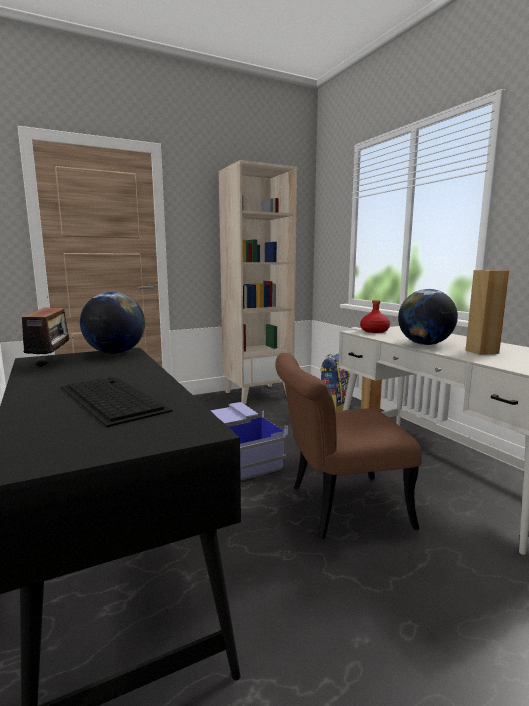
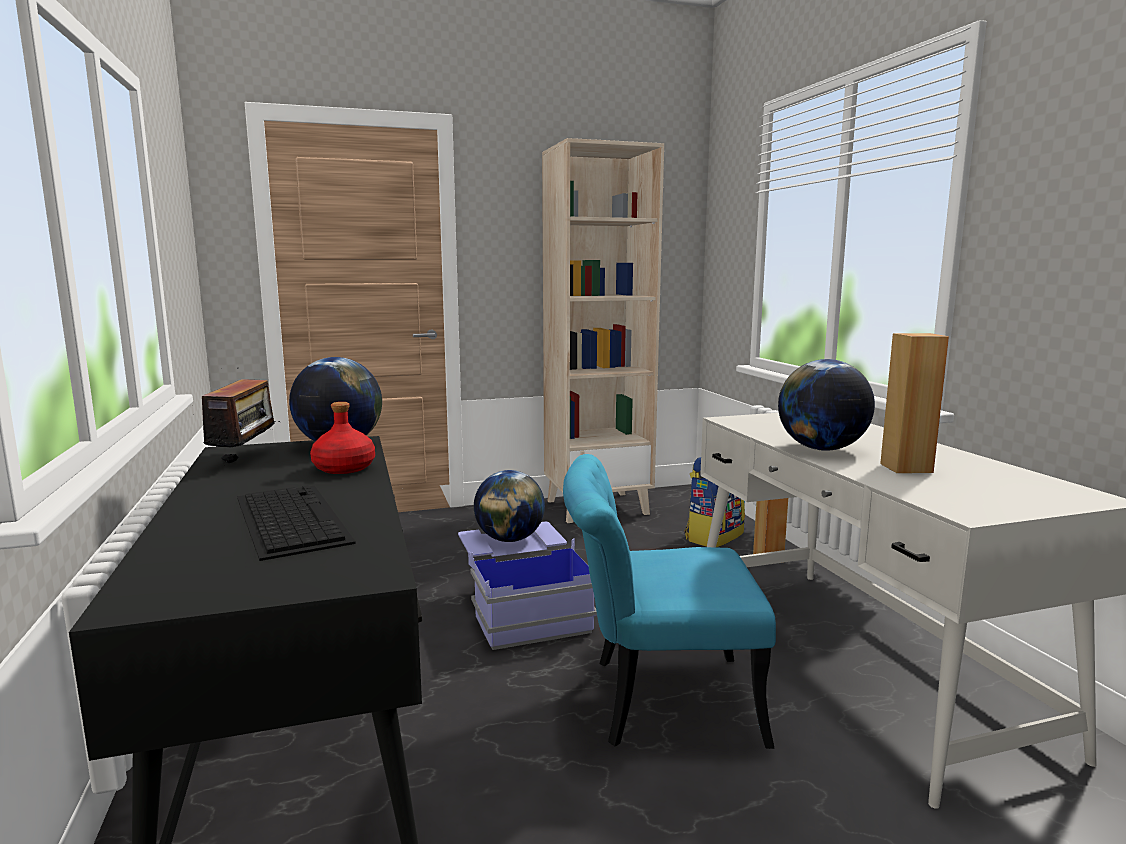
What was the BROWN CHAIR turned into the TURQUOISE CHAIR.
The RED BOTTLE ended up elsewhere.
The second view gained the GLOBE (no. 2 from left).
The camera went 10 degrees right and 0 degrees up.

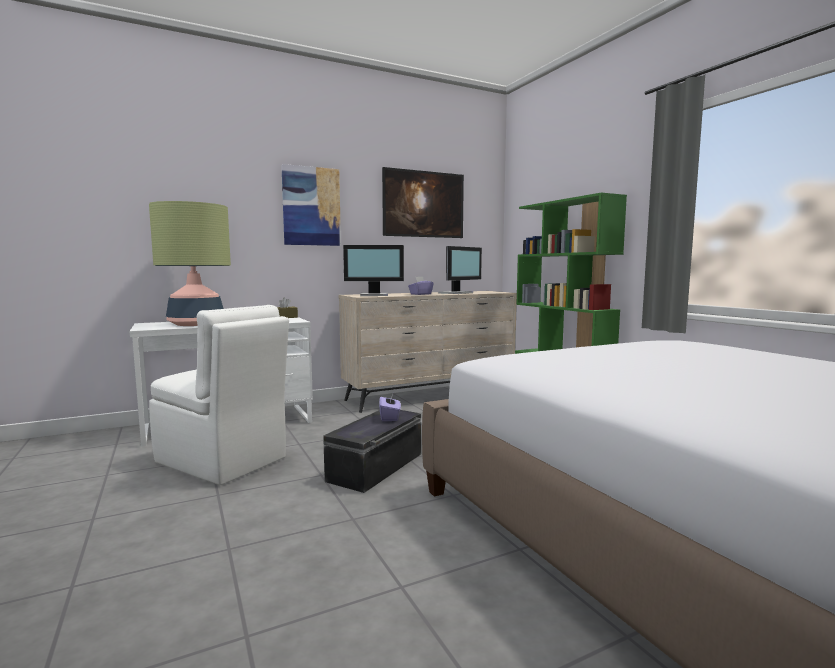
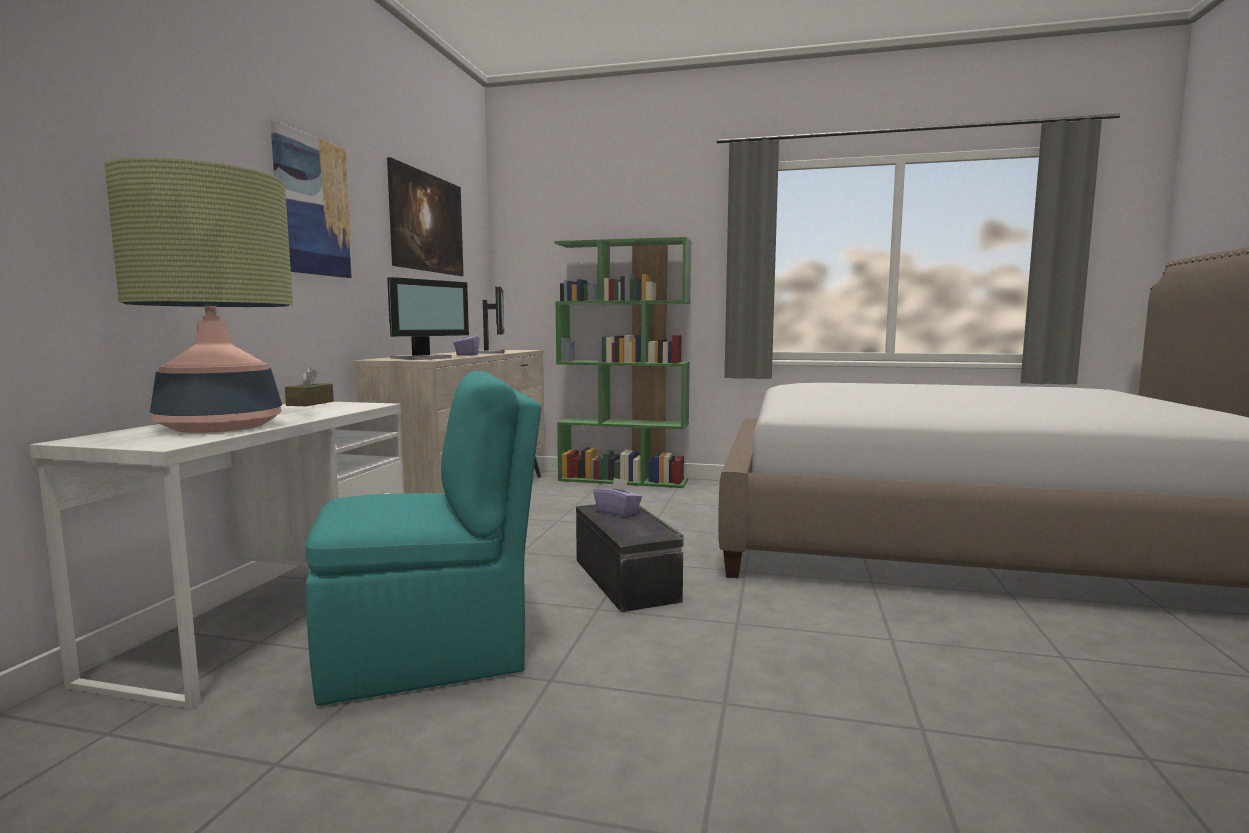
What was the WHITE CHAIR turned into the TURQUOISE CHAIR.
The camera went 50 degrees left and 0 degrees up.

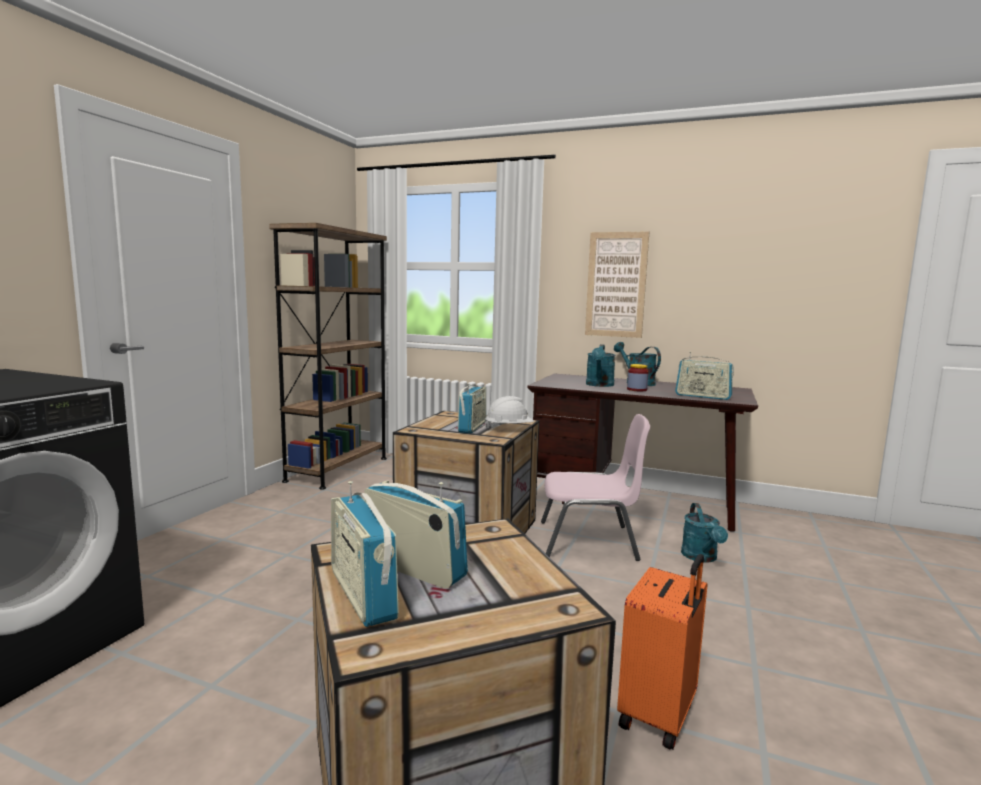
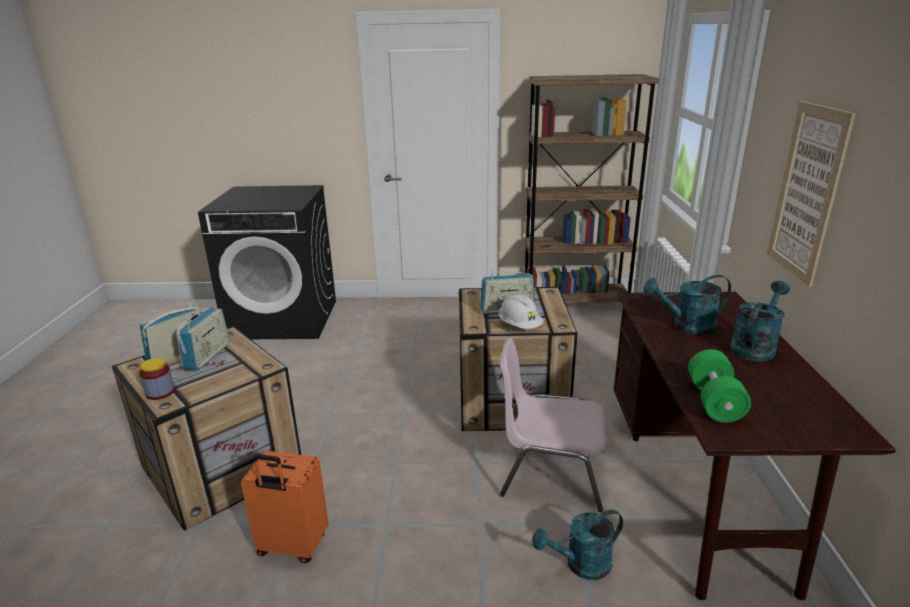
The PINK CHAIR ended up facing another way, 120 degrees clockwise from before.
The JAR ended up elsewhere.
Where the RADIO (no. 4 from left) stood, the GREEN DUMBBELL came to stand.
The camera went 70 degrees right and 15 degrees up.

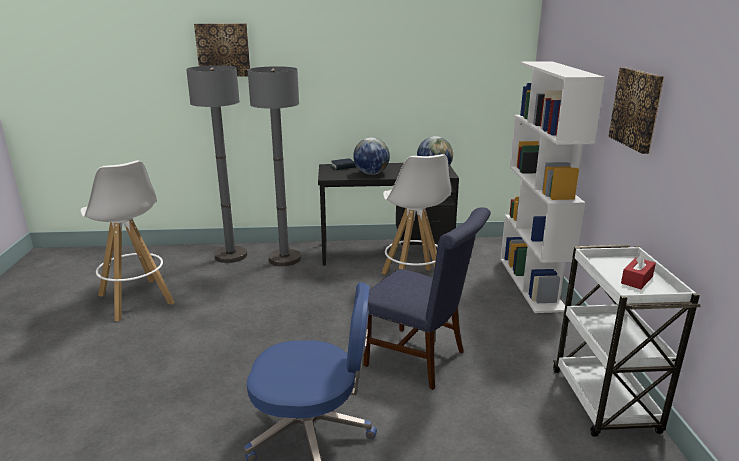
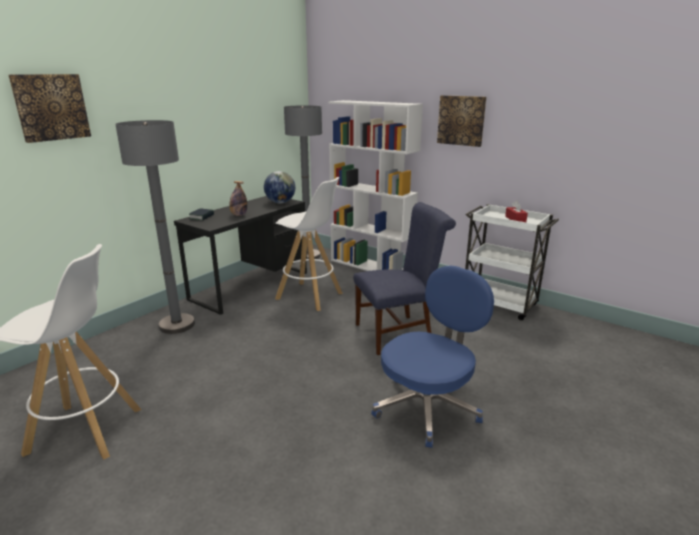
The GREY FLOOR LAMP (no. 1 from left in the first image) ended up elsewhere.
Where the GLOBE (no. 1 from left) stood, the BOTTLE came to stand.
The camera went 50 degrees left and 0 degrees up.

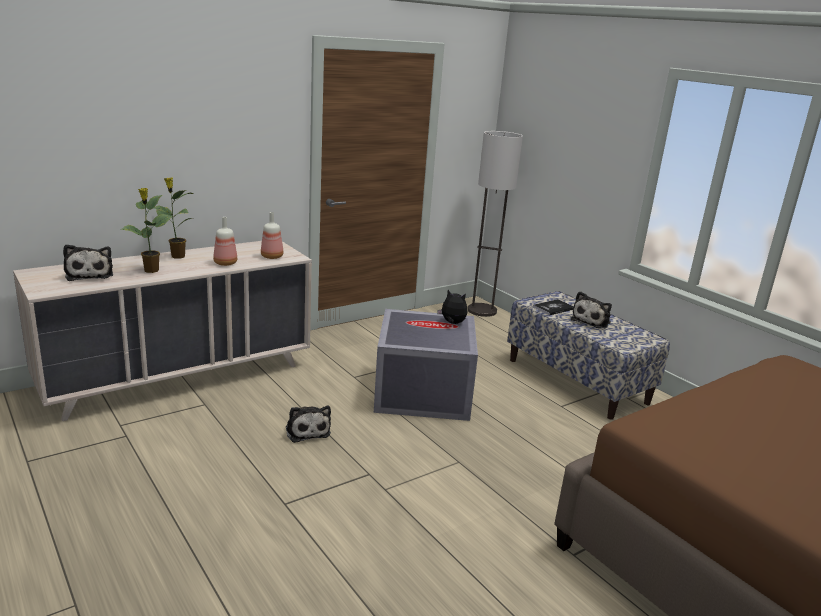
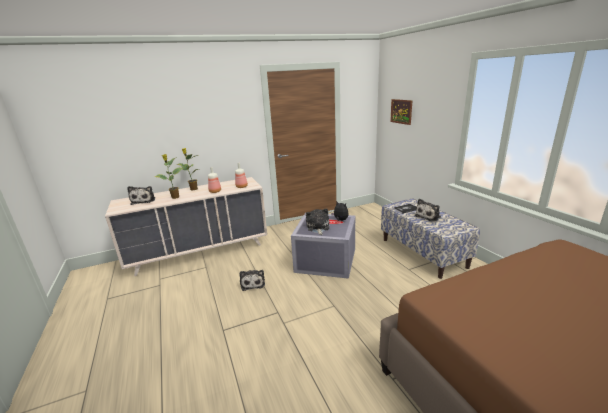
The second view lost the FLOOR LAMP.
The second view gained the PLUSH TOY (no. 3 from left).
The second view gained the PICTURE.
The camera went 15 degrees right and 0 degrees up.

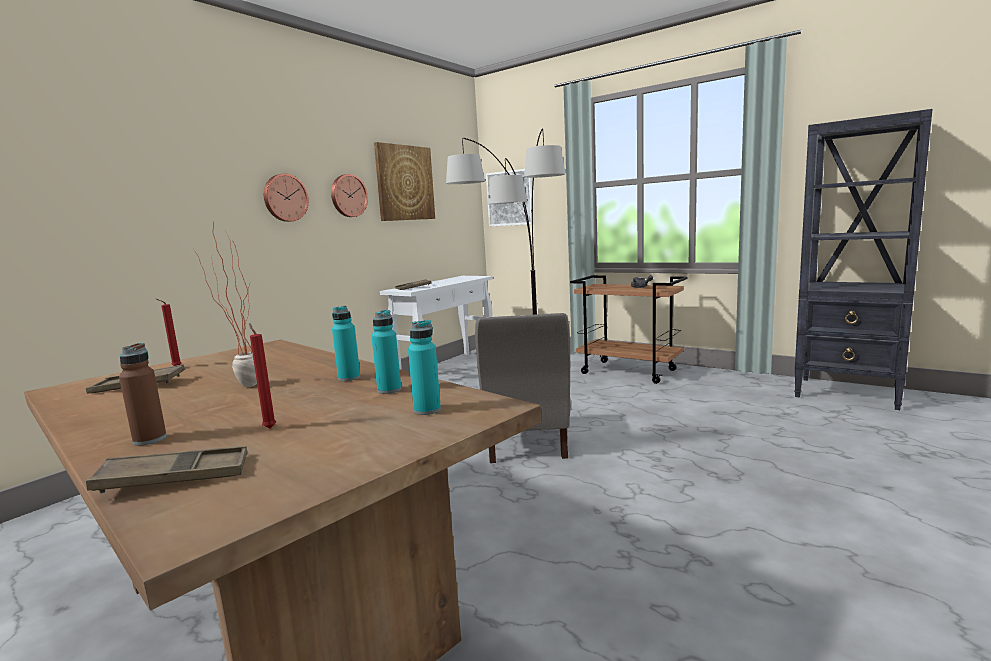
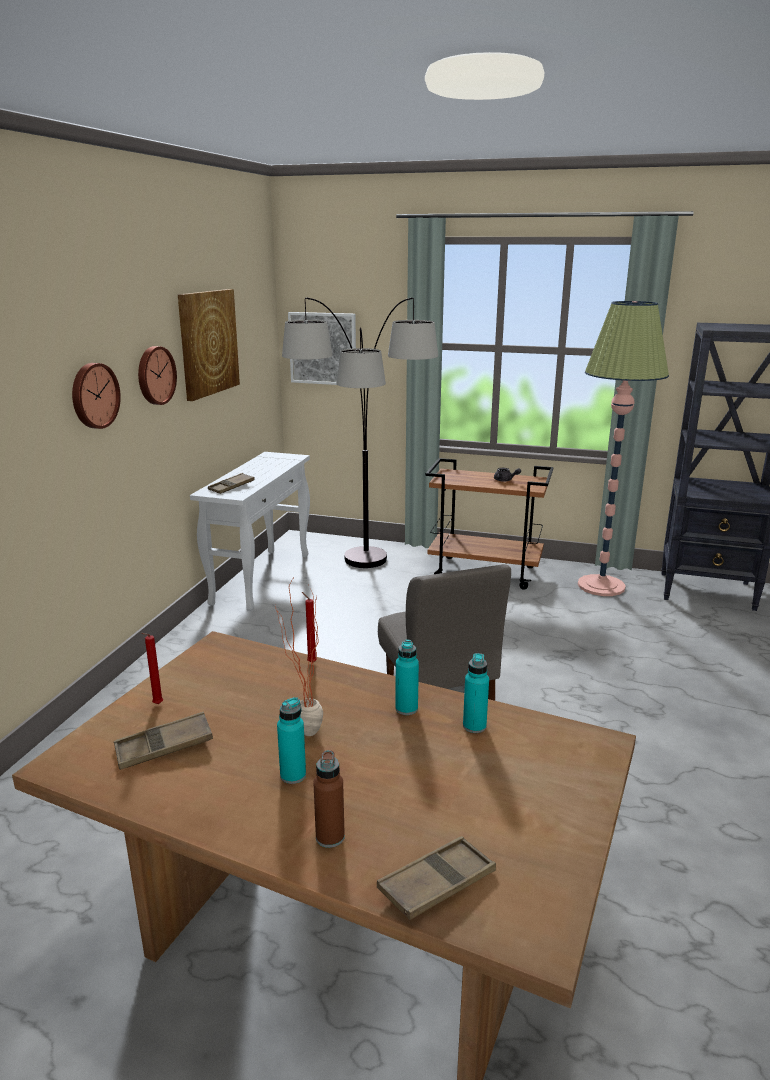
The RED CANDLE (no. 2 from left) ended up elsewhere.
The TURQUOISE BOTTLE (no. 3 from left in the first image) ended up elsewhere.
The second view gained the FLOOR LAMP (no. 2 from left).
The camera went 20 degrees left and 10 degrees up.

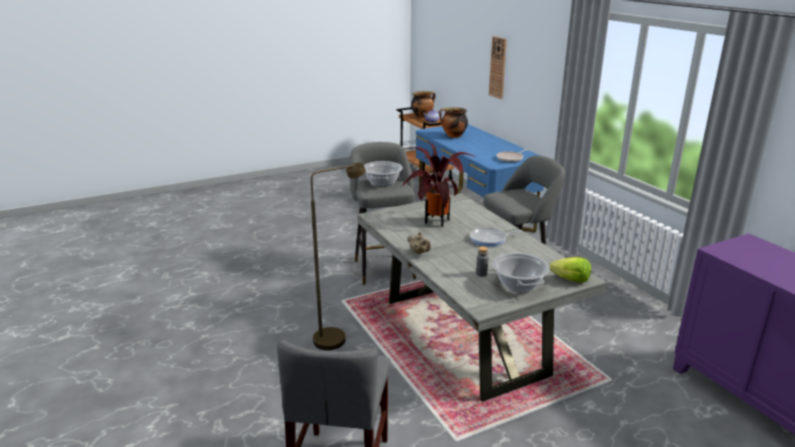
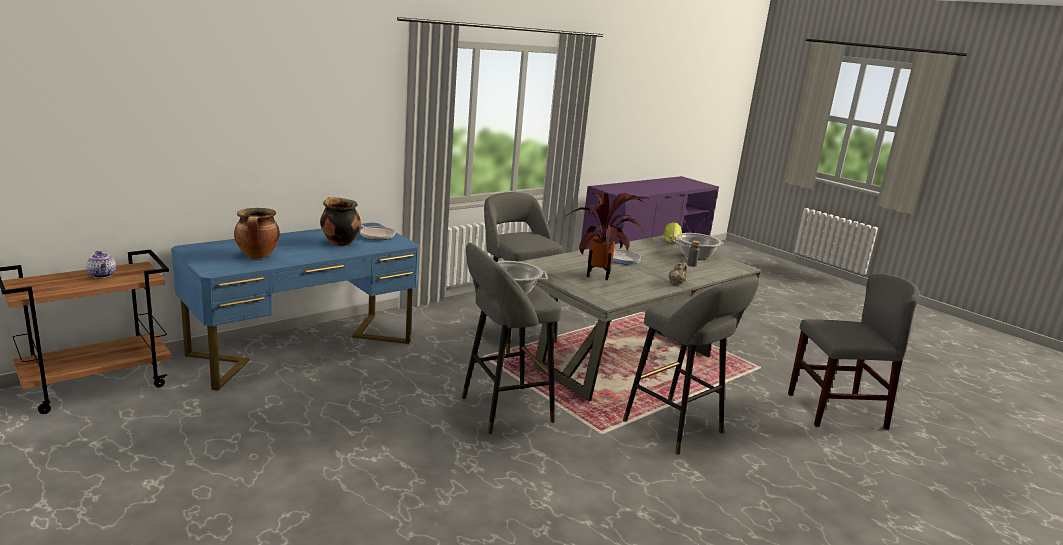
Where the BROWN FLOOR LAMP stood, the GREY STOOL (no. 3 from left) came to stand.
The COOKING POT (no. 2 from left) ended up elsewhere.
The second view lost the WALL CLOCK.
The camera went 105 degrees left and 5 degrees down.

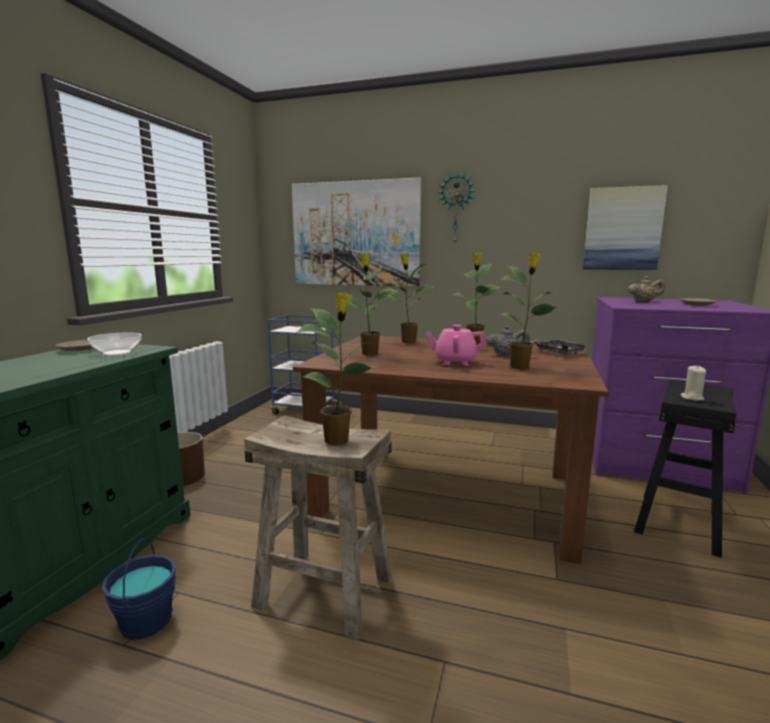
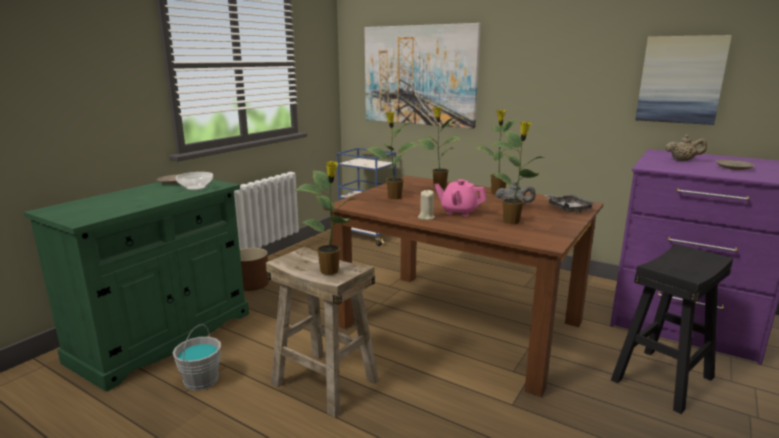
What was the BLUE BUCKET turned into the GREY BUCKET.
The second view lost the WALL CLOCK.
The BEIGE CANDLE ended up elsewhere.
The camera went 15 degrees right and 5 degrees up.

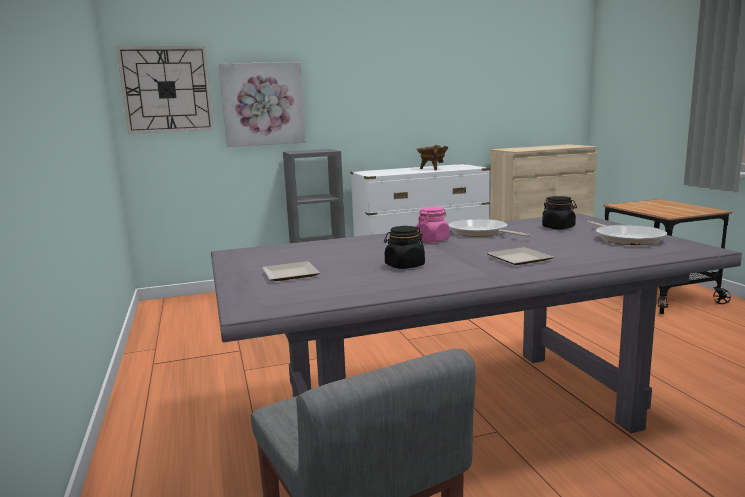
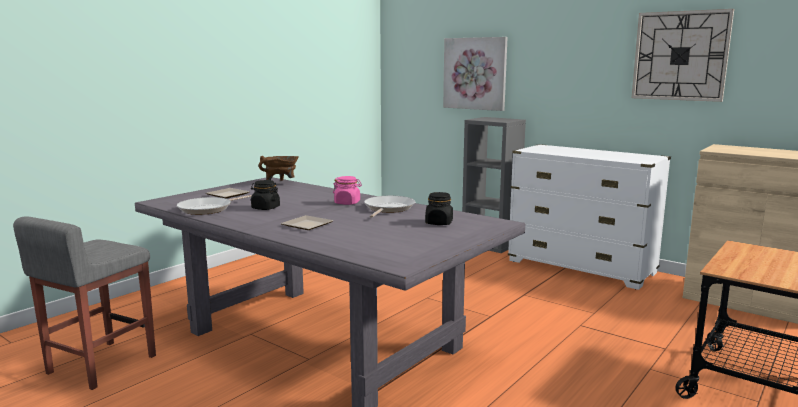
The WALL CLOCK ended up elsewhere.
The BROWN COOKING POT ended up elsewhere.
The FRYING PAN (no. 2 from left in the first image) ended up elsewhere.
The camera went 55 degrees right and 0 degrees up.

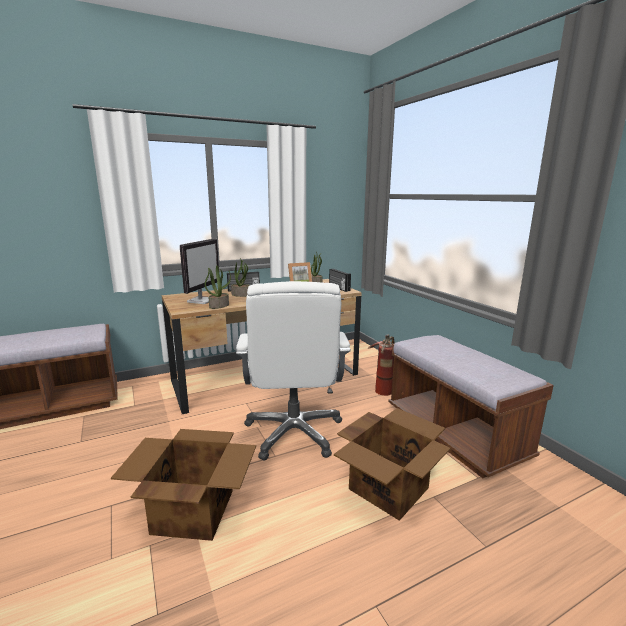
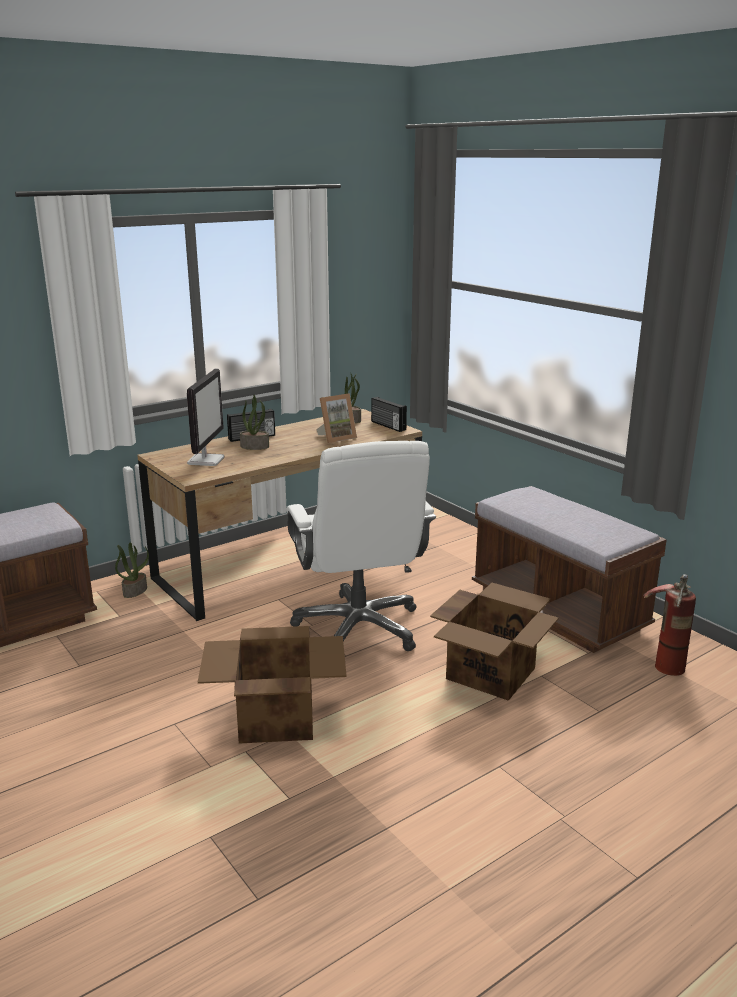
The POTTED PLANT (no. 1 from left) ended up elsewhere.
The FIRE EXTINGUISHER ended up elsewhere.
The camera went 10 degrees left and 5 degrees up.

